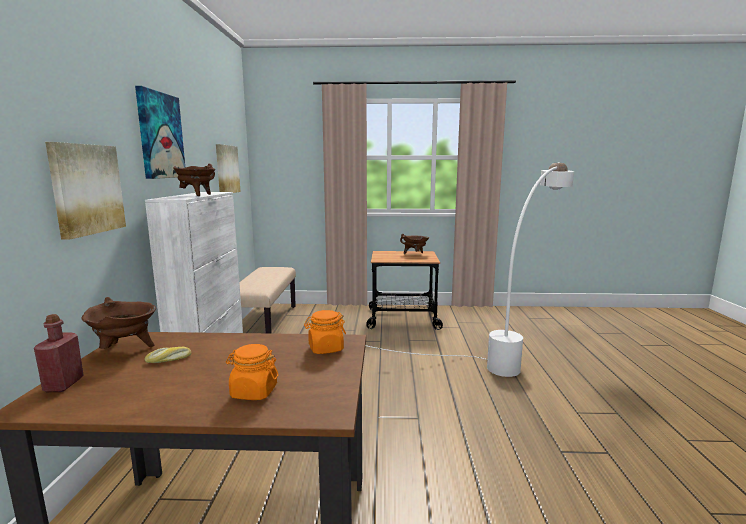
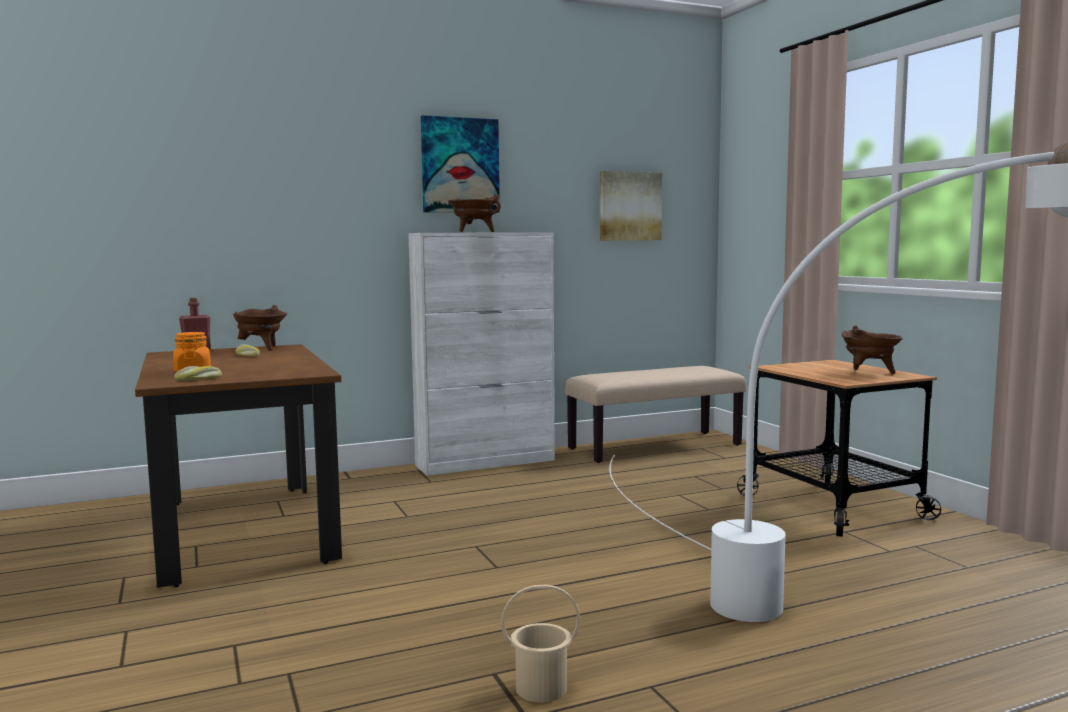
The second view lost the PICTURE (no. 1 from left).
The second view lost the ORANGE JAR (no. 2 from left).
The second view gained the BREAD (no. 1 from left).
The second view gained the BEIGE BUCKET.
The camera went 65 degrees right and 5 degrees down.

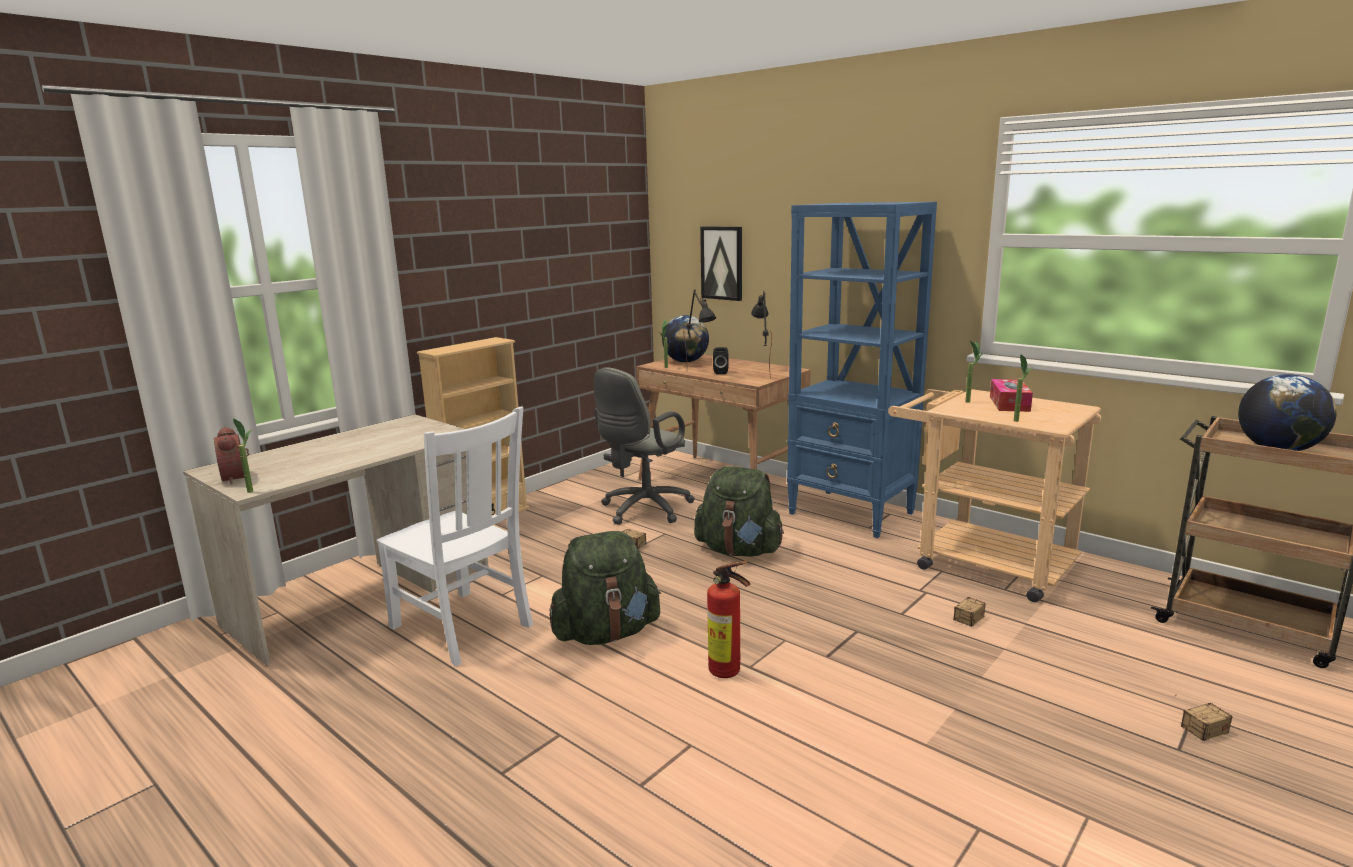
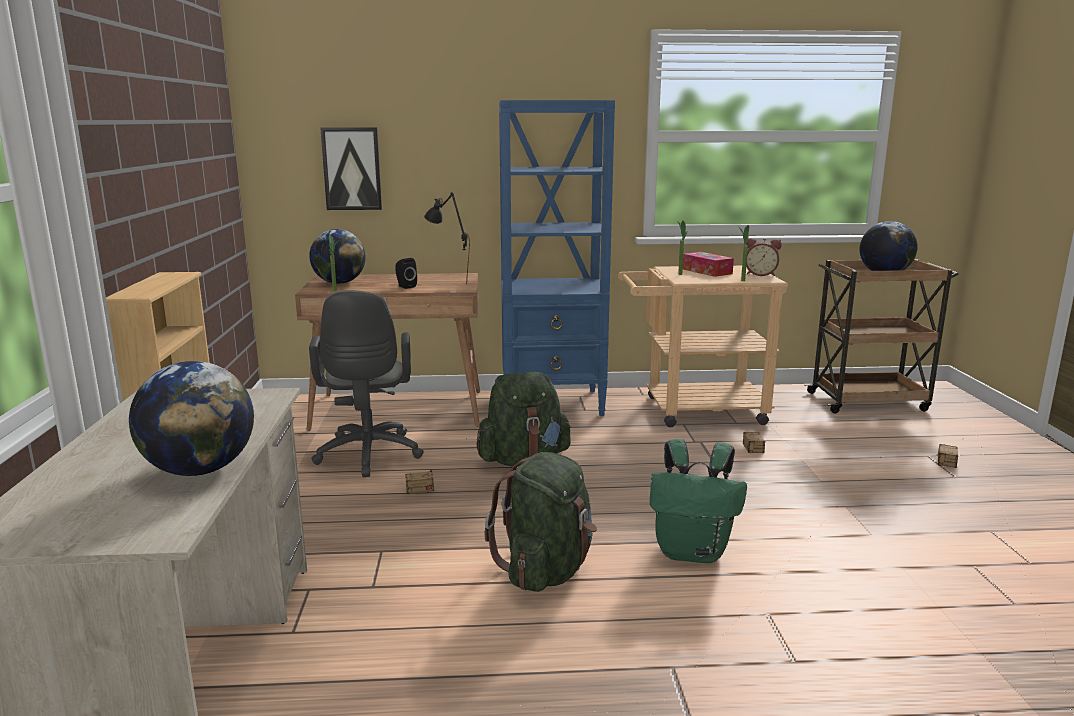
The ALARM CLOCK ended up elsewhere.
The second view lost the POTTED PLANT (no. 1 from left).
The second view lost the WHITE CHAIR.
The second view lost the BLACK TABLE LAMP (no. 1 from left).
Where the FIRE EXTINGUISHER stood, the GREEN BACKPACK (no. 3 from left) came to stand.
The second view gained the GLOBE (no. 1 from left).
The camera went 45 degrees left and 0 degrees up.

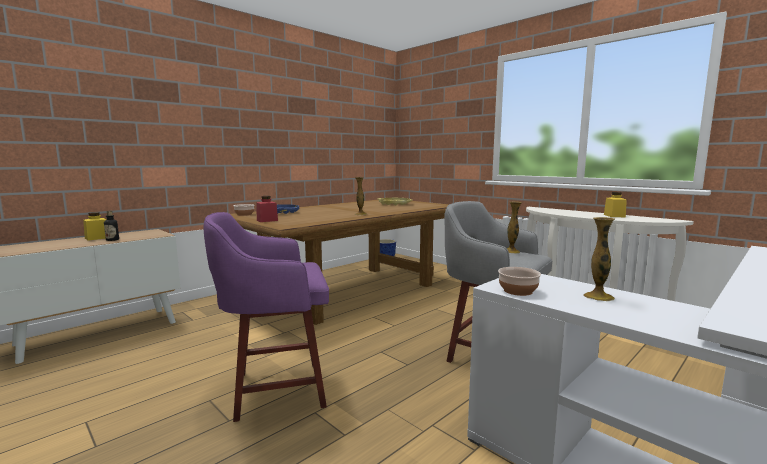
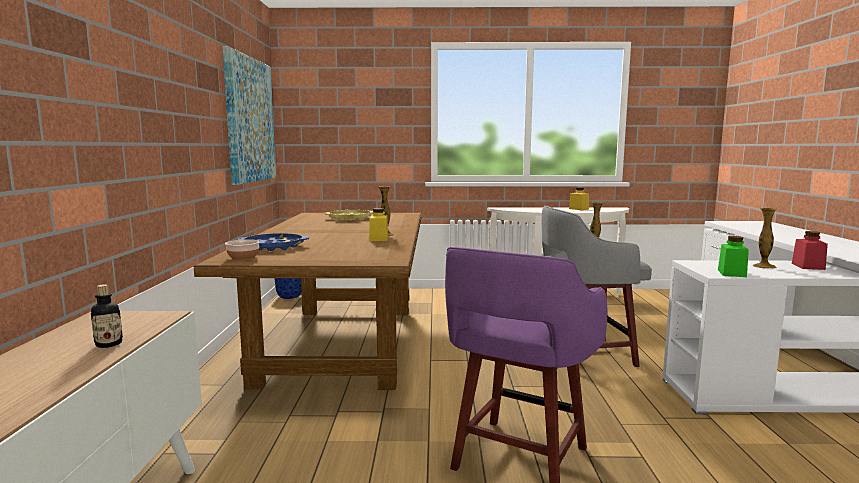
The YELLOW JAR (no. 1 from left) ended up elsewhere.
The RED JAR ended up elsewhere.
Where the BOWL (no. 2 from left) stood, the GREEN JAR came to stand.
The second view gained the PICTURE.
The camera went 45 degrees left and 0 degrees up.

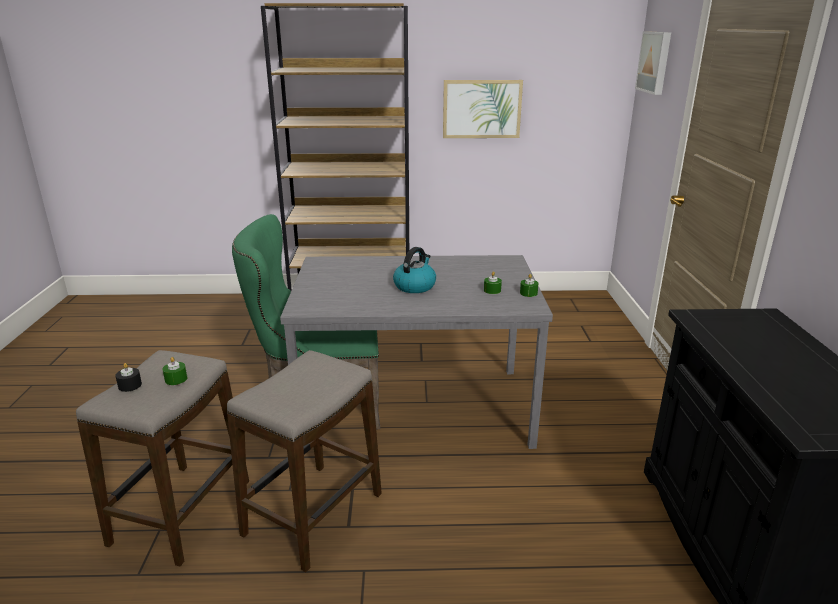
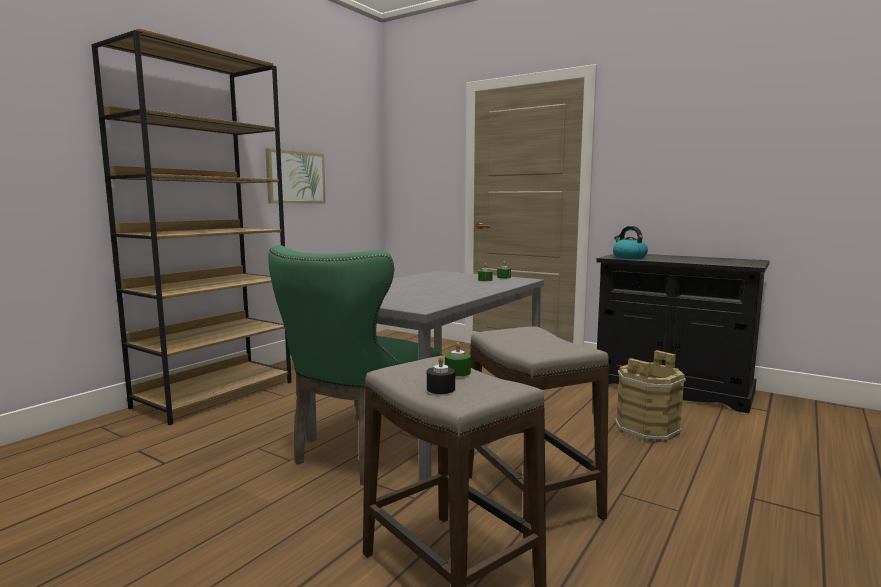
The KETTLE ended up elsewhere.
The second view lost the PICTURE (no. 2 from left).
The second view gained the BROWN BUCKET.
The camera went 55 degrees left and 15 degrees down.

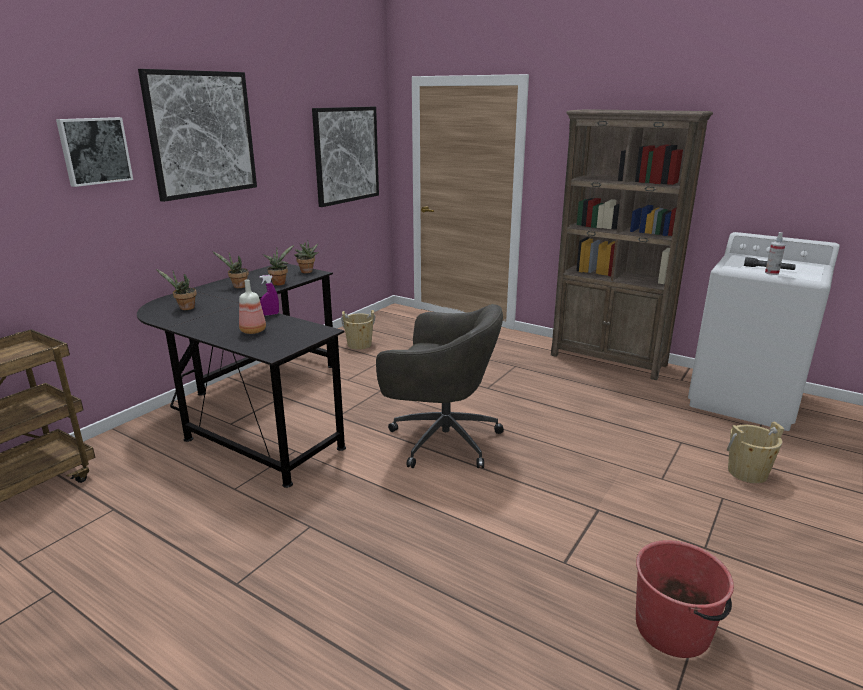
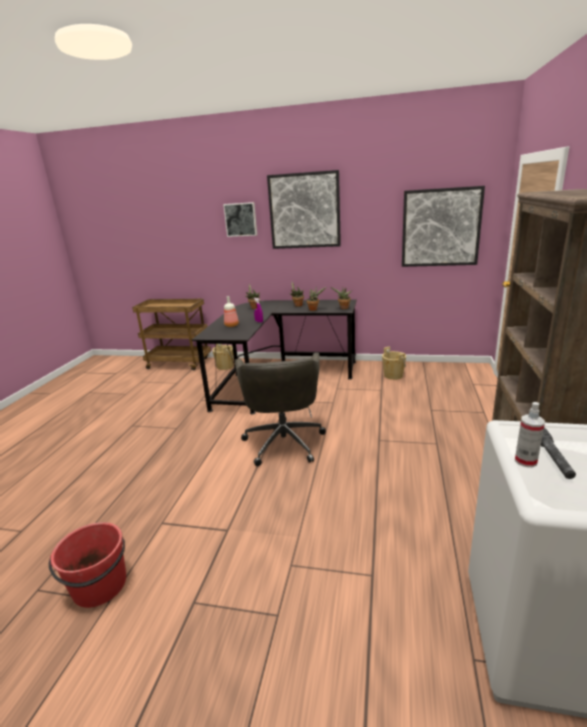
The BEIGE BUCKET (no. 2 from left in the first image) ended up elsewhere.
The camera went 70 degrees right and 0 degrees up.

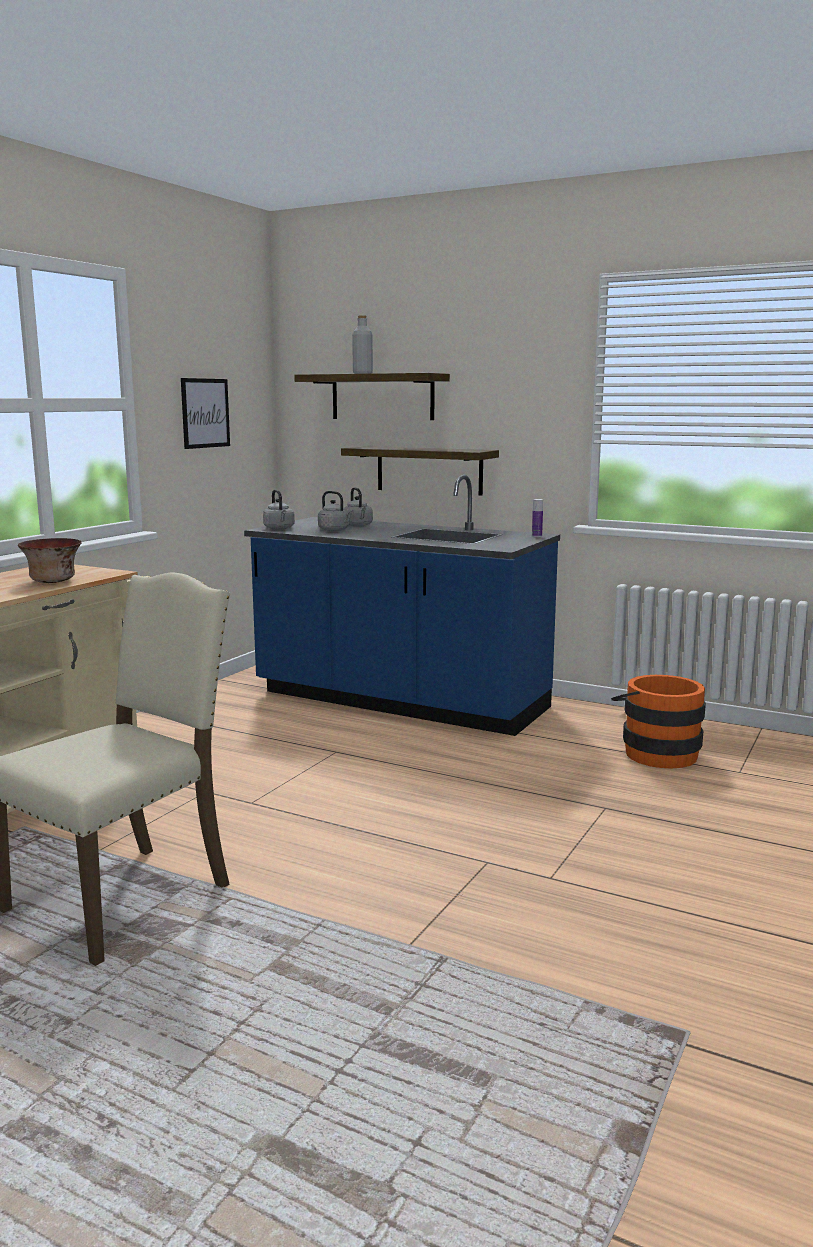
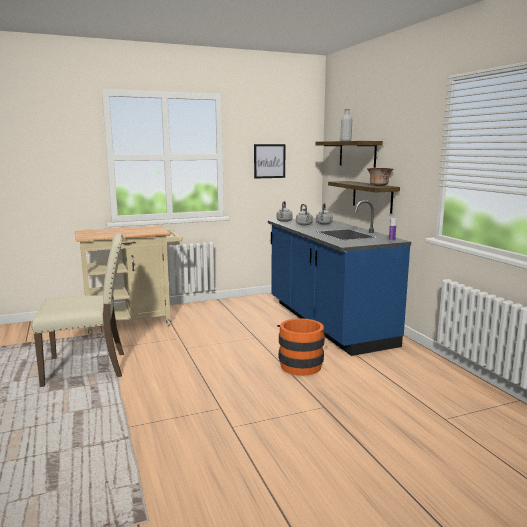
The BOWL ended up elsewhere.
The ORANGE BUCKET ended up elsewhere.
The camera went 40 degrees right and 0 degrees up.

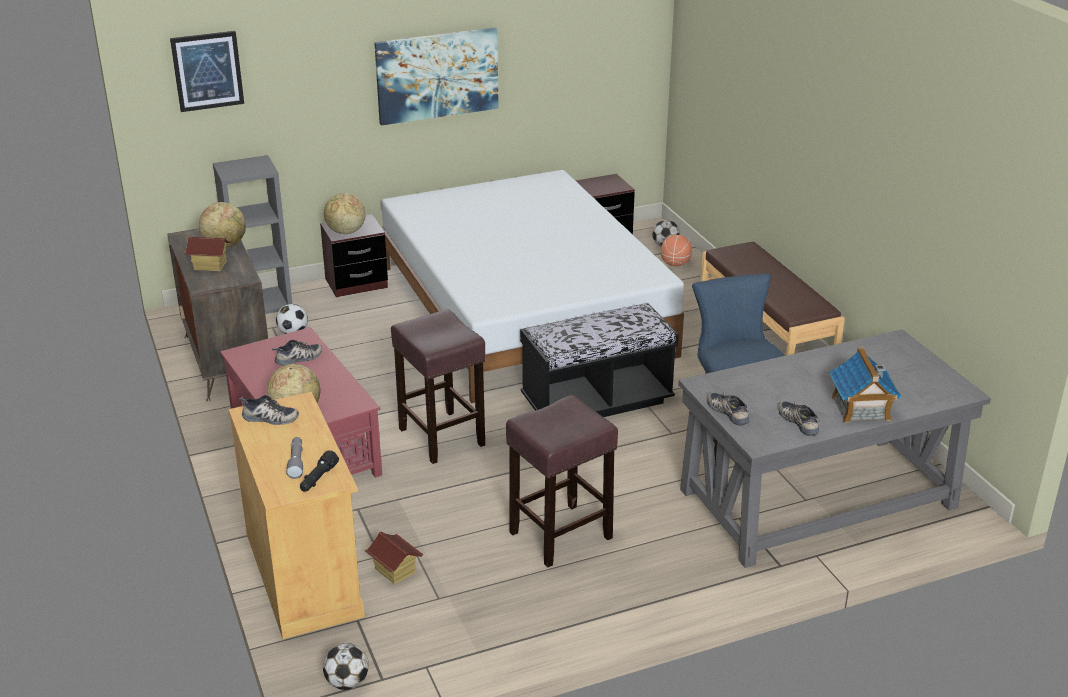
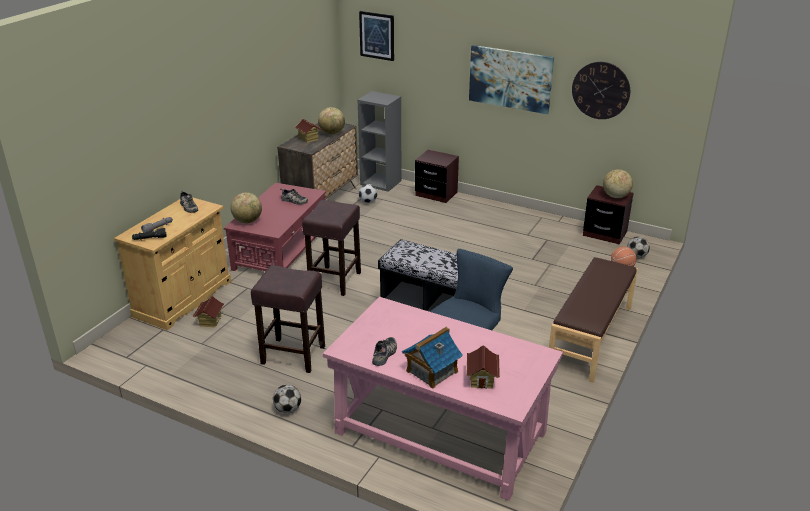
The FOOTBALL (no. 2 from left in the first image) ended up elsewhere.
The GLOBE (no. 3 from left) ended up elsewhere.
The second view lost the WHITE BED.
What was the GREY DESK turned into the PINK DESK.
The second view lost the SHOE (no. 3 from left).
The second view gained the TOY HOUSE (no. 4 from left).
The second view gained the WALL CLOCK.
The camera went 50 degrees right and 0 degrees up.

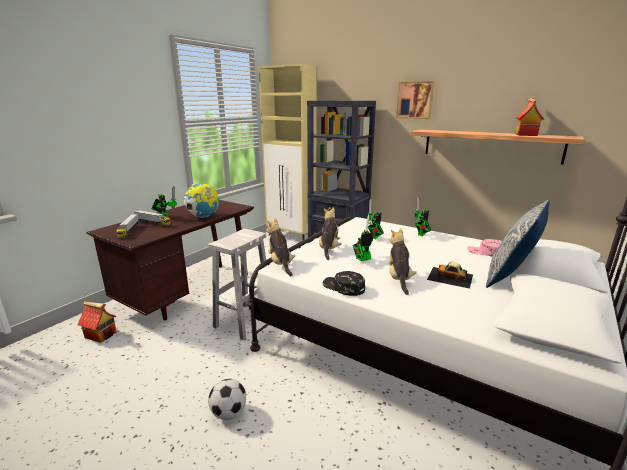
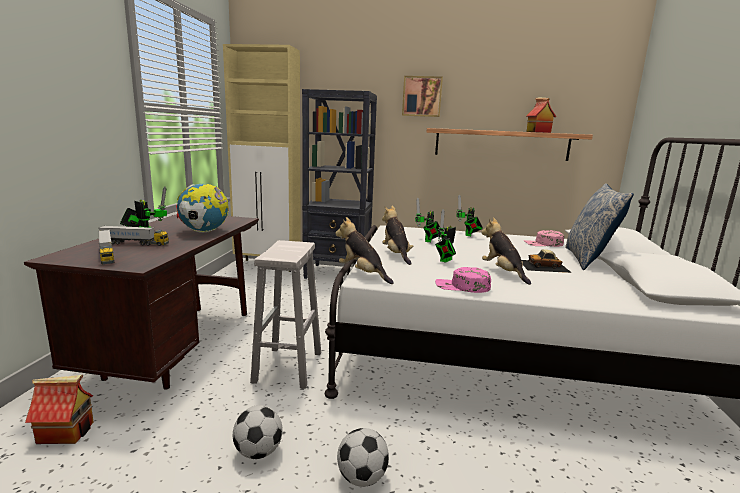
What was the BLACK CAP turned into the PINK CAP (no. 1 from left).
The second view gained the FOOTBALL (no. 1 from left).
The camera went 25 degrees left and 5 degrees down.

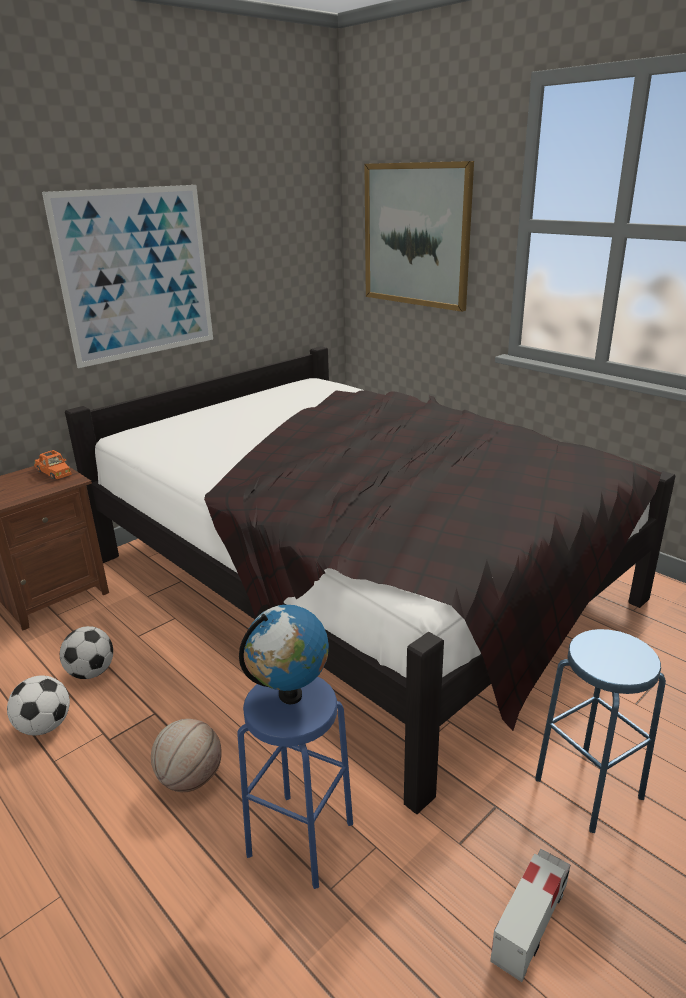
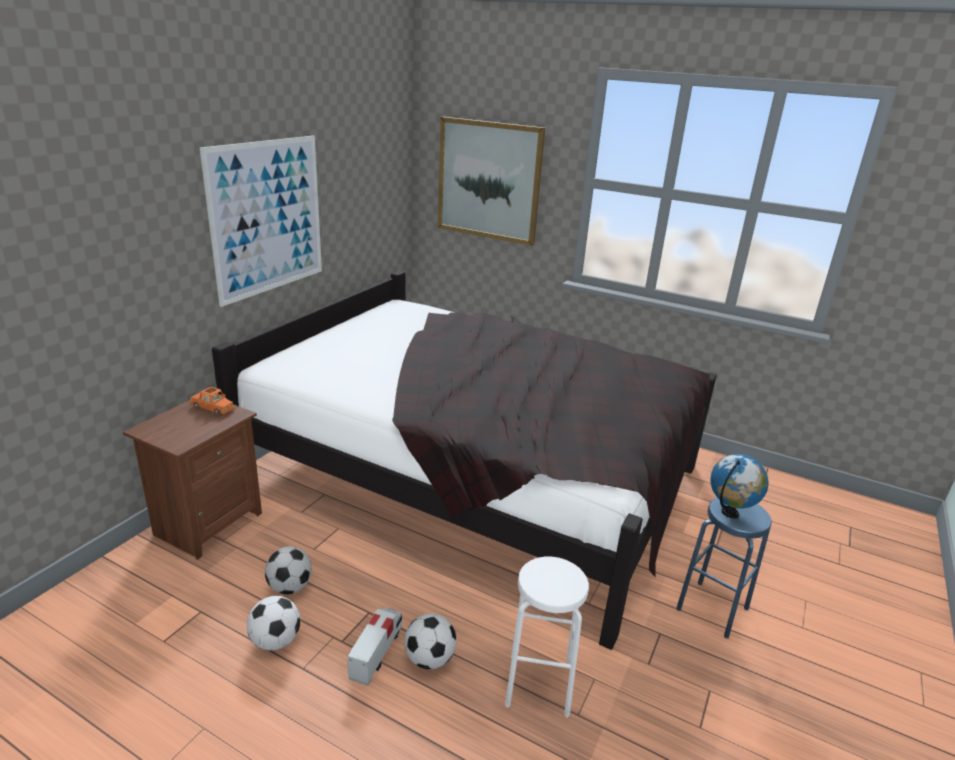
Where the BASKETBALL stood, the FOOTBALL (no. 3 from left) came to stand.
What was the BLUE STOOL (no. 1 from left) turned into the WHITE STOOL.
The GLOBE ended up elsewhere.
The TOY TRUCK ended up elsewhere.
The camera went 20 degrees left and 0 degrees up.

